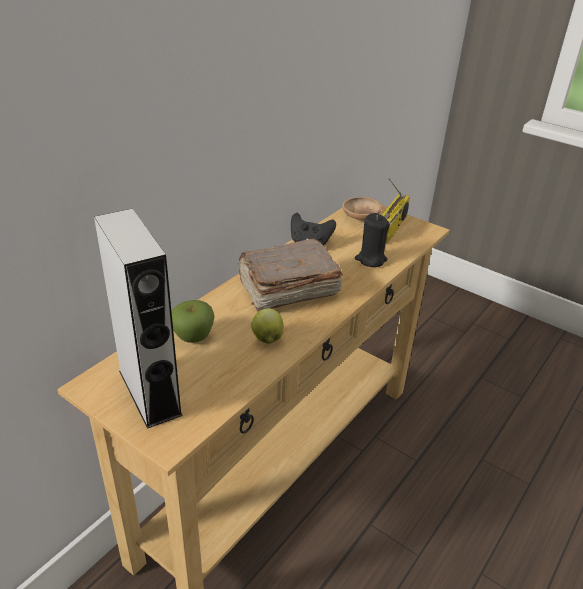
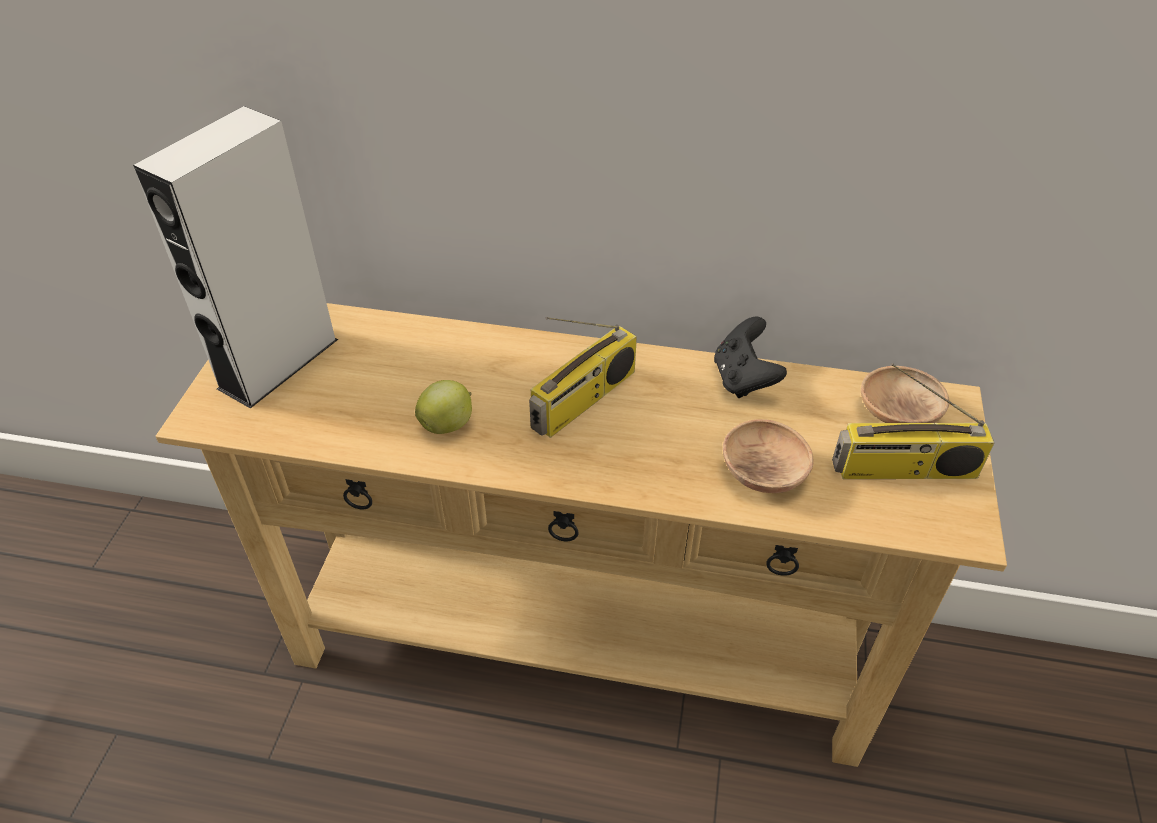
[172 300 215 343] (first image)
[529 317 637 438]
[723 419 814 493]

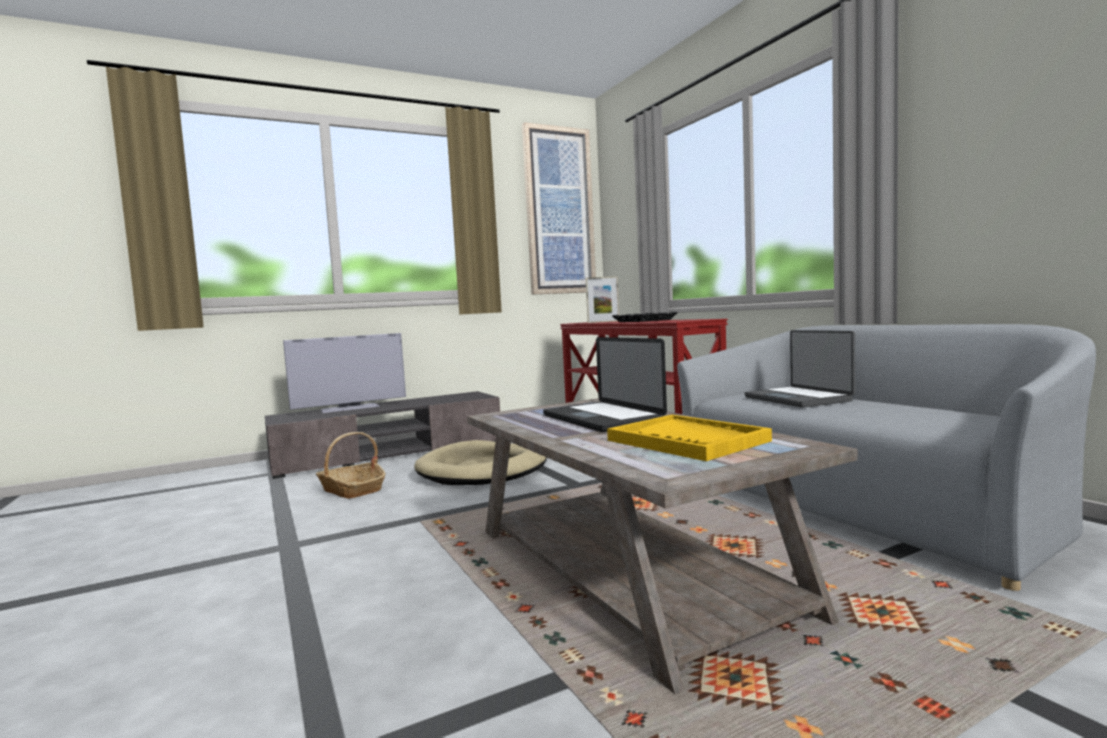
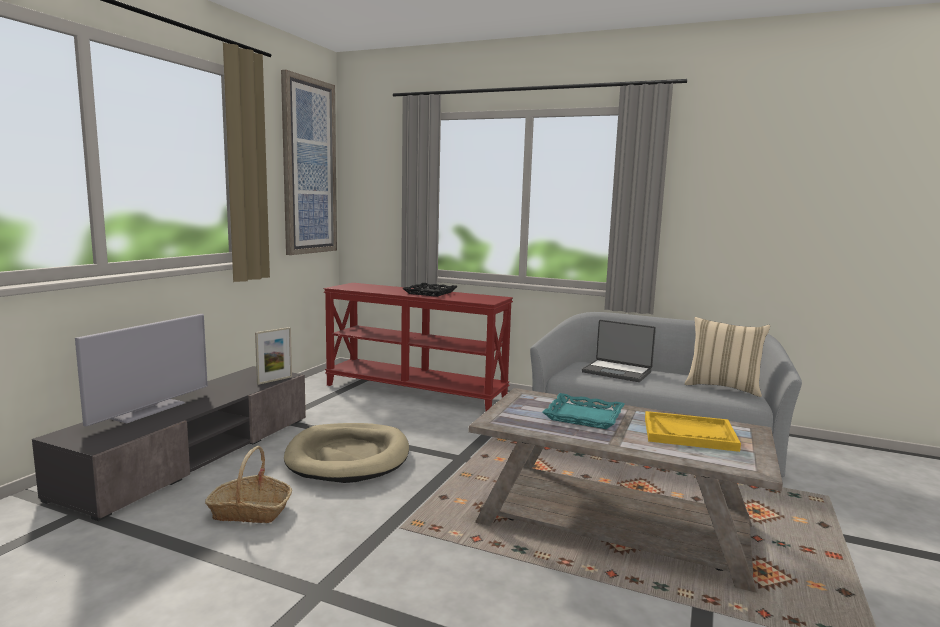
[684 317 770 397]
[255 327 292 385]
[542 393 625 429]

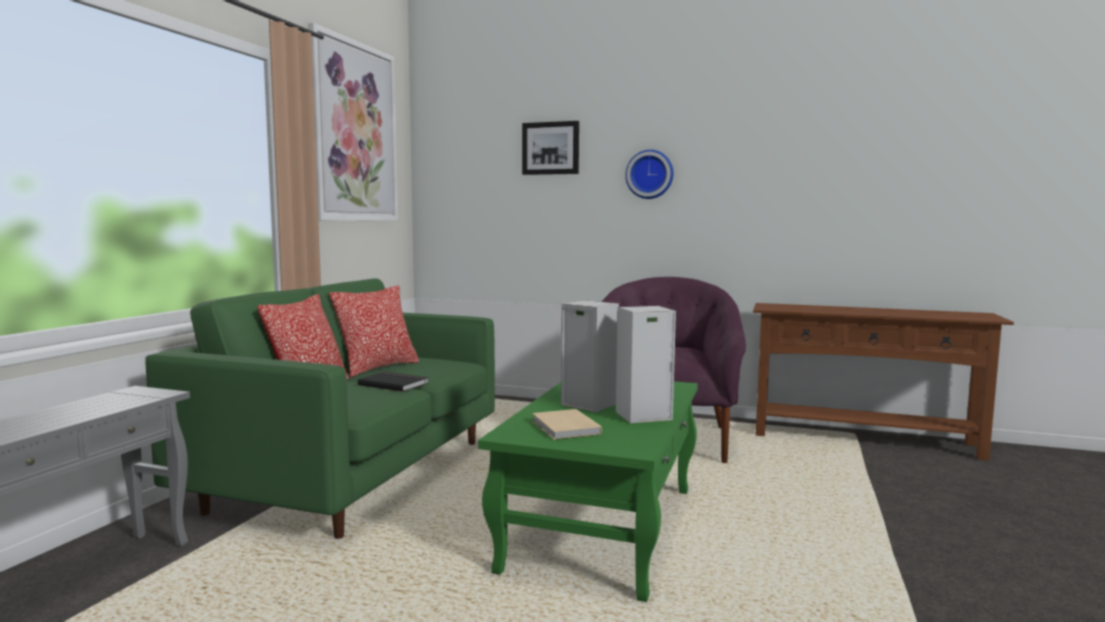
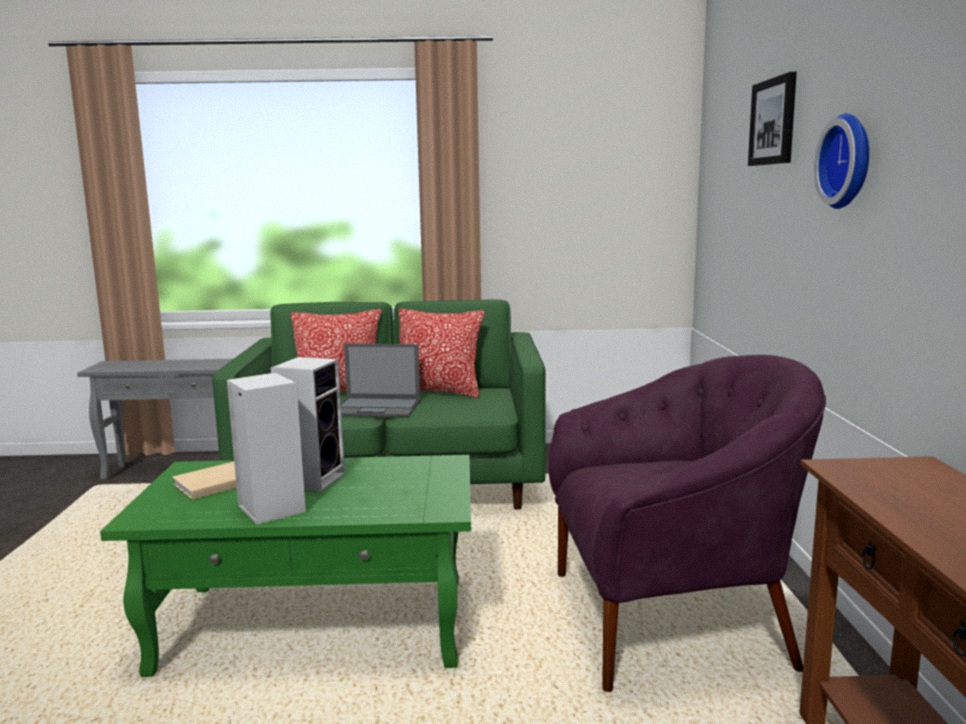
[308 23 398 221] (first image)
[341 344 420 417]

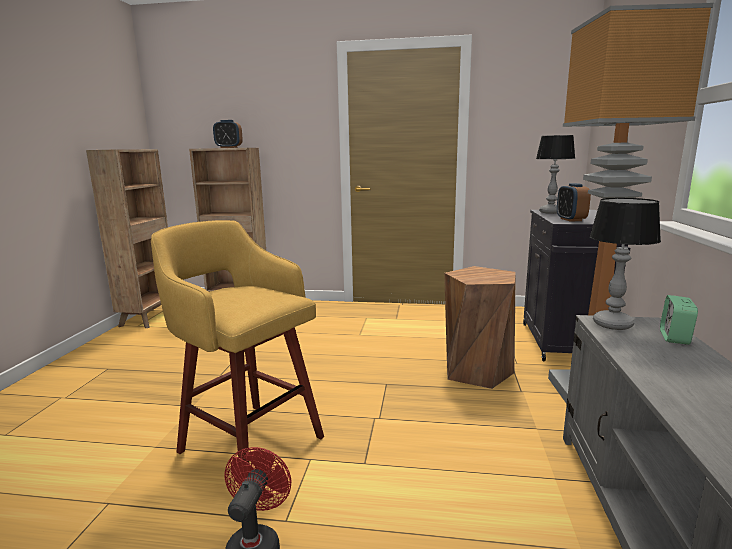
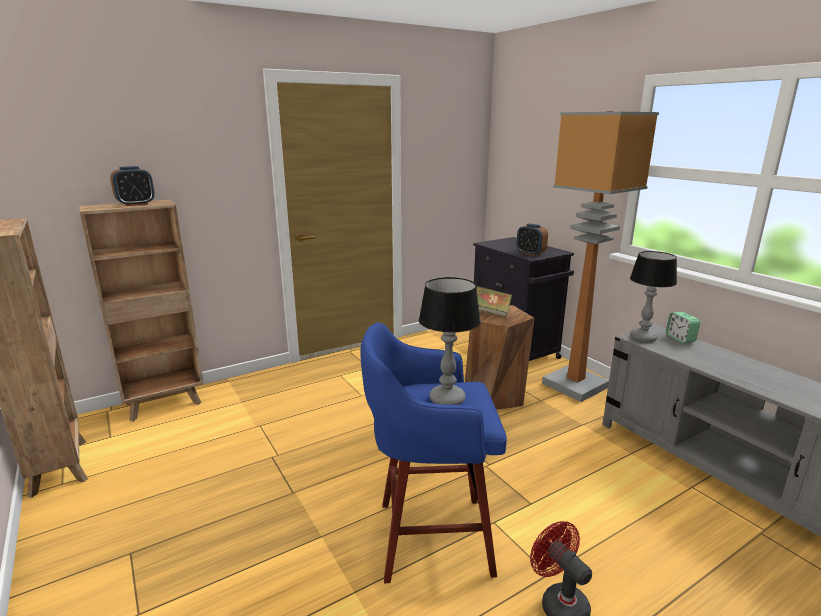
[476 286 512 318]
[419 277 481 405]
[360 322 507 583]

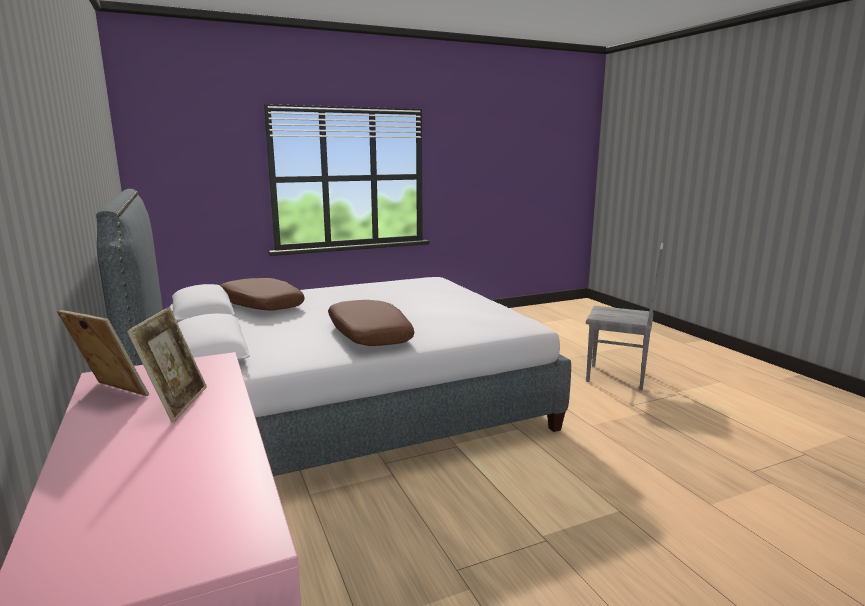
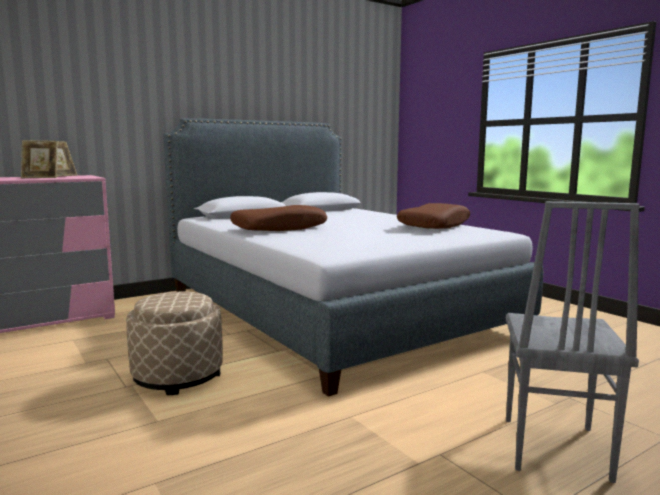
[126 292 223 395]
[397 203 470 229]

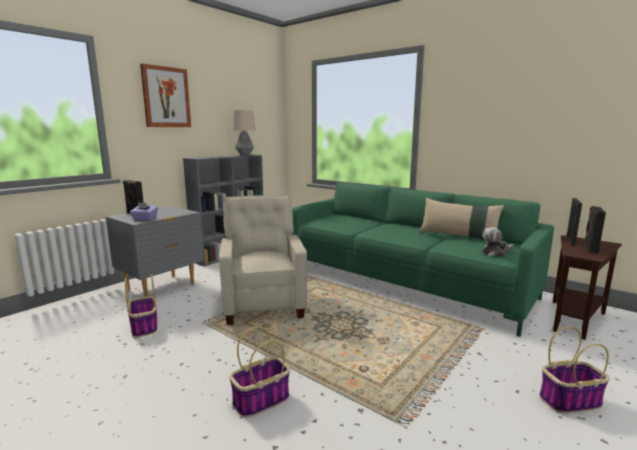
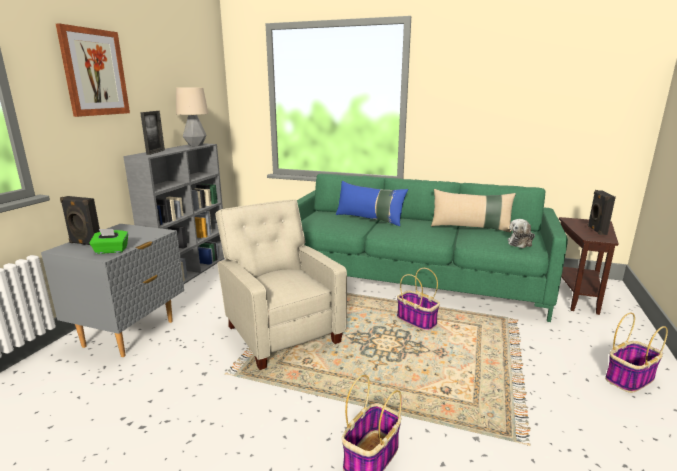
[336 181 408 226]
[397 268 440 331]
[140 111 165 155]
[89 229 128 254]

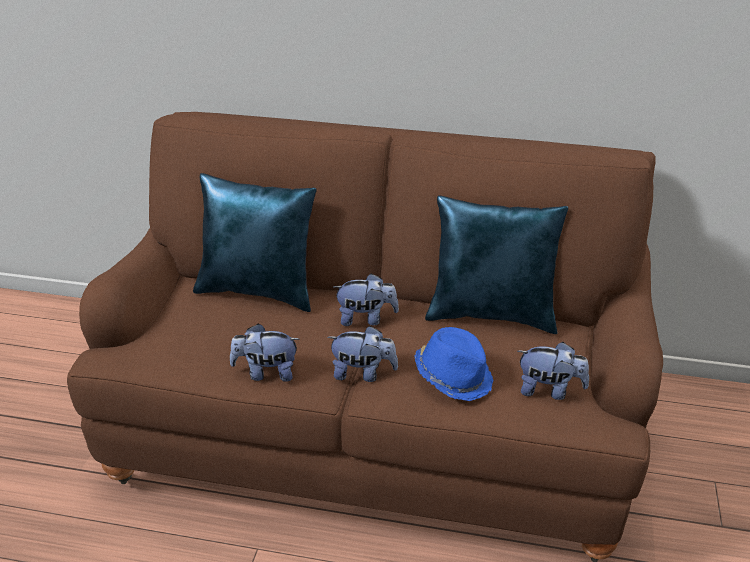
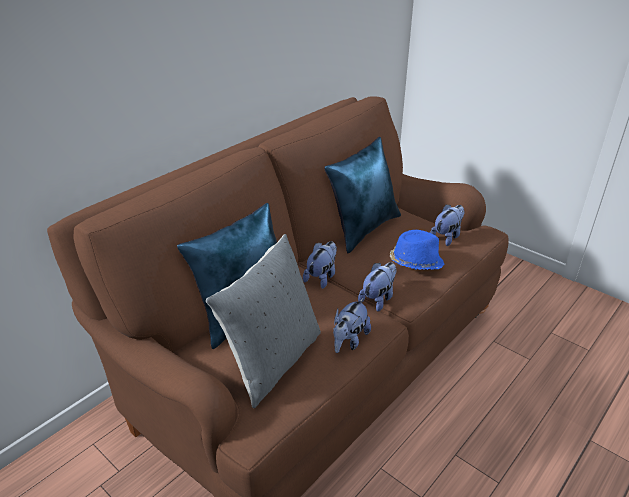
[206 234 321 408]

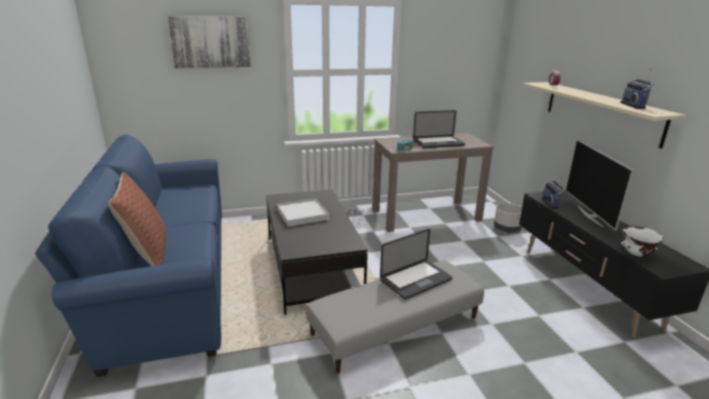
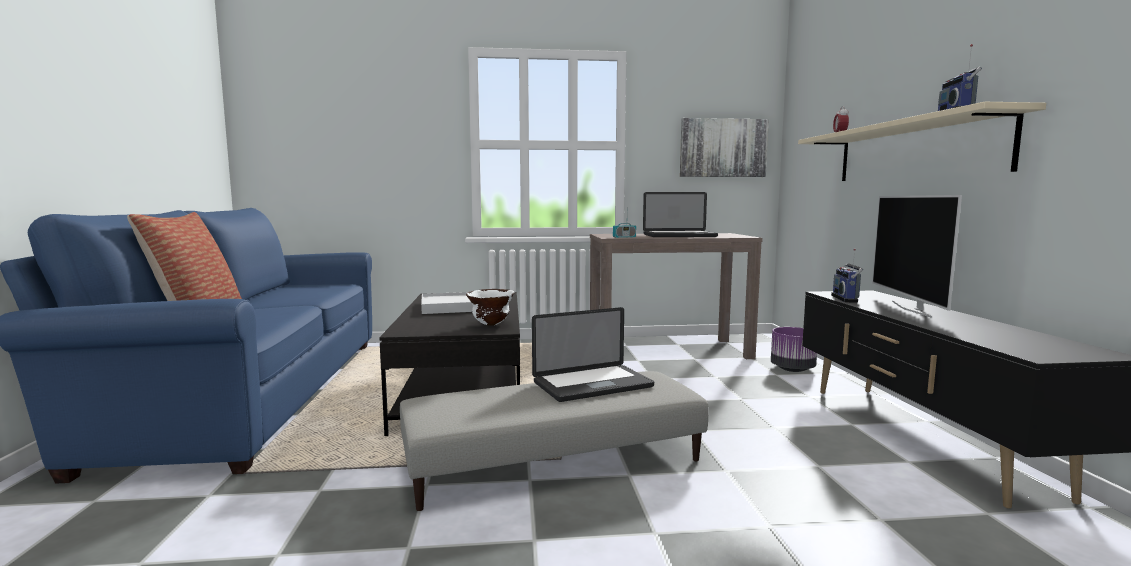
[680 118 769 177]
[466 289 515 326]
[771 327 817 372]

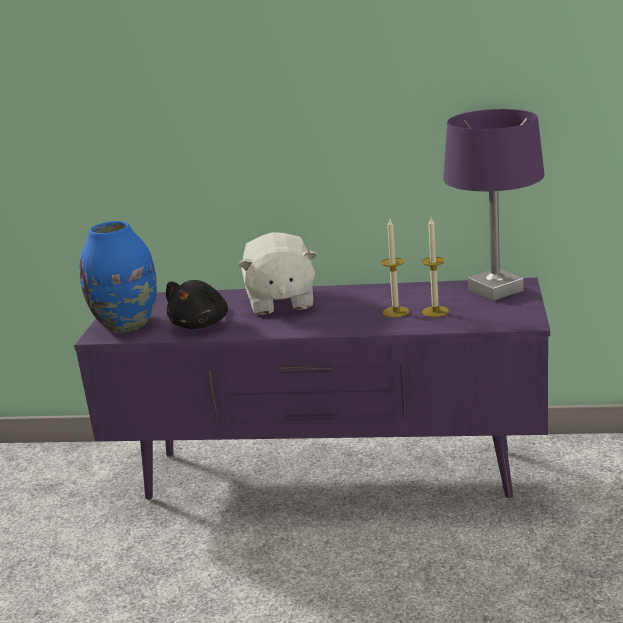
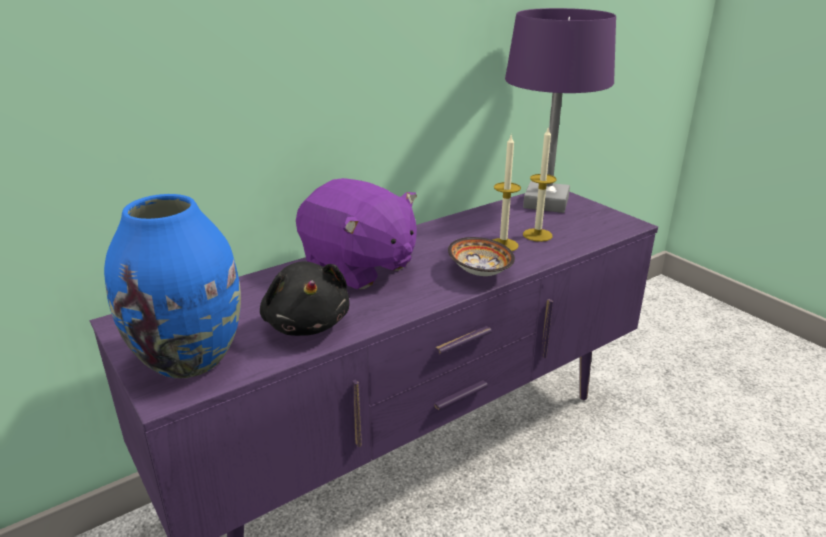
[448 237 515 276]
[296 178 417 289]

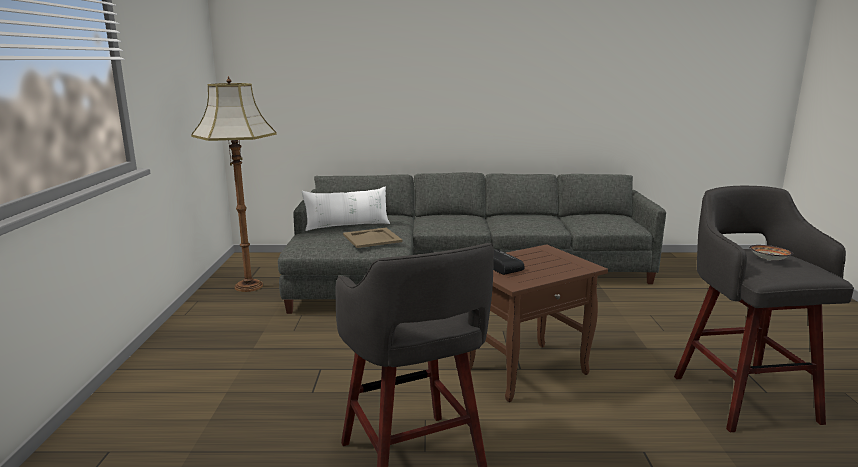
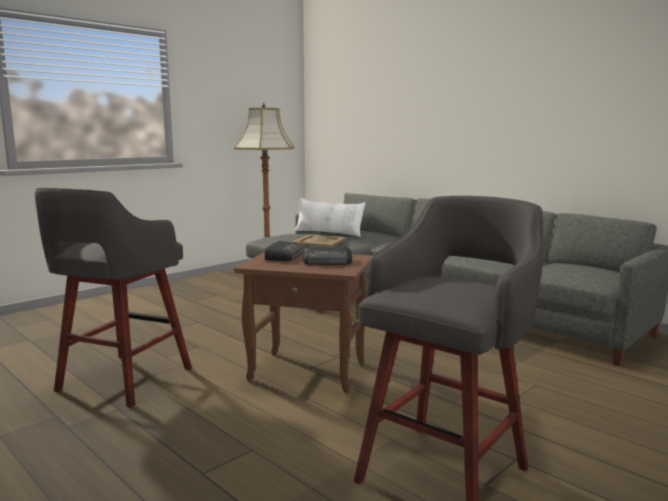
[749 245 793 261] (first image)
[303 247 353 265]

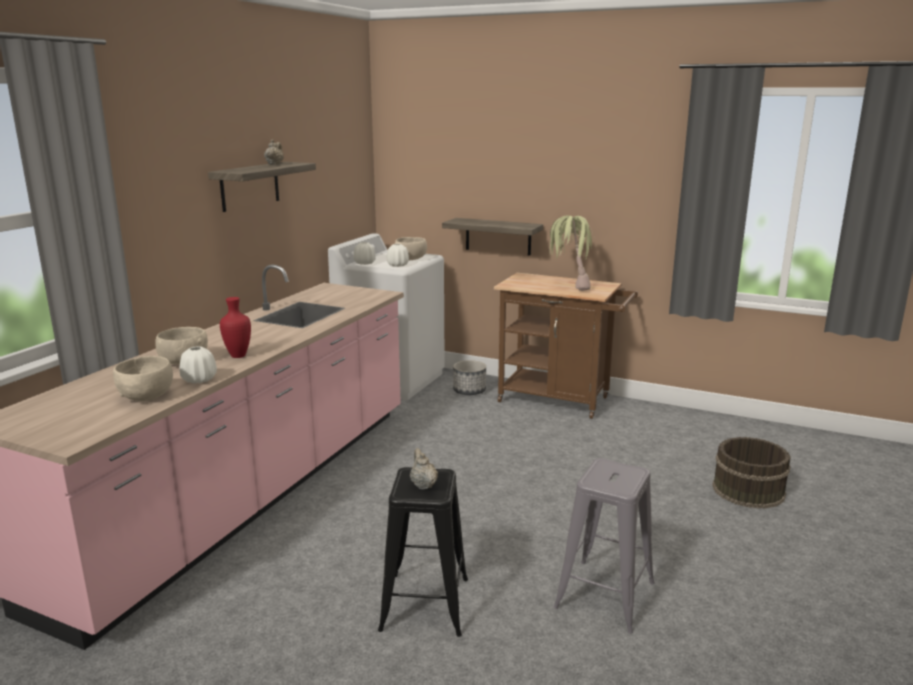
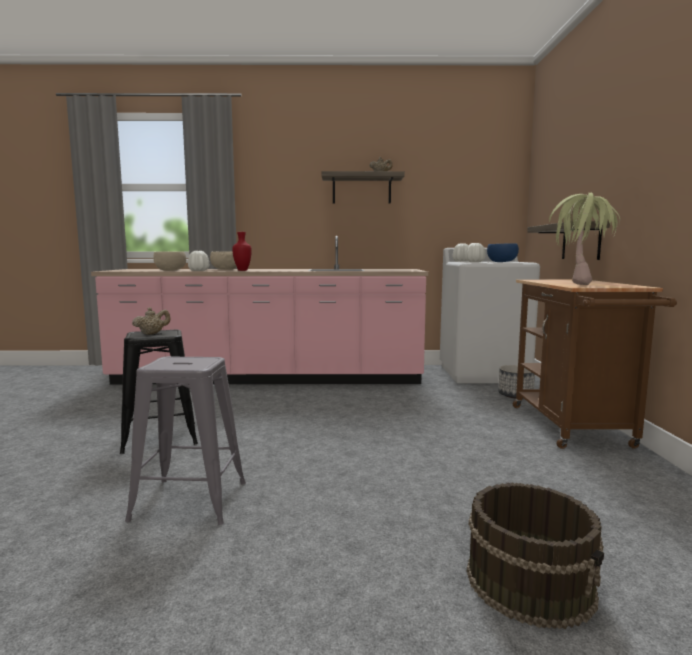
[487 243 519 262]

